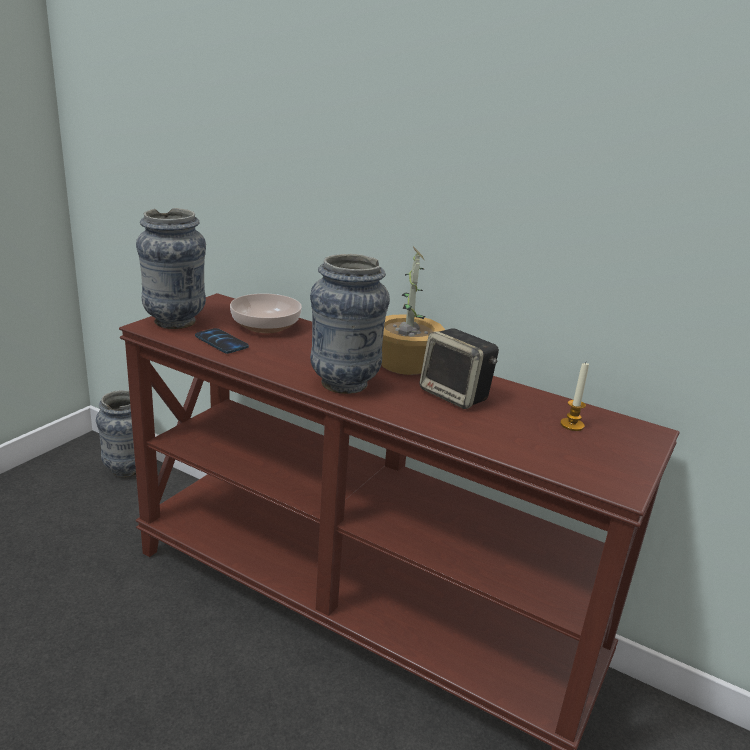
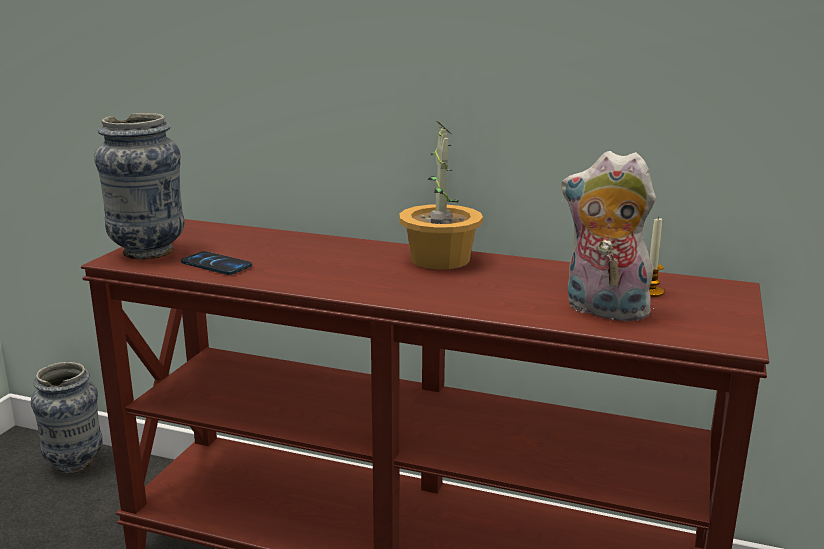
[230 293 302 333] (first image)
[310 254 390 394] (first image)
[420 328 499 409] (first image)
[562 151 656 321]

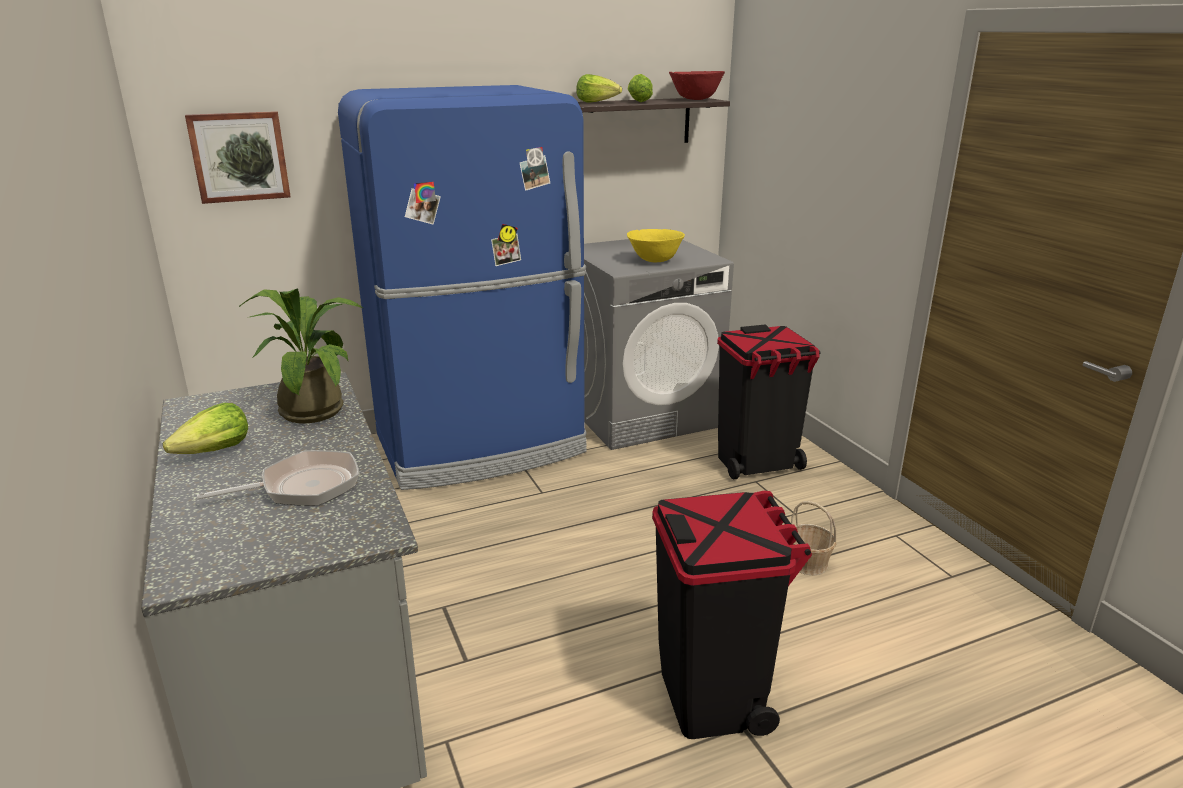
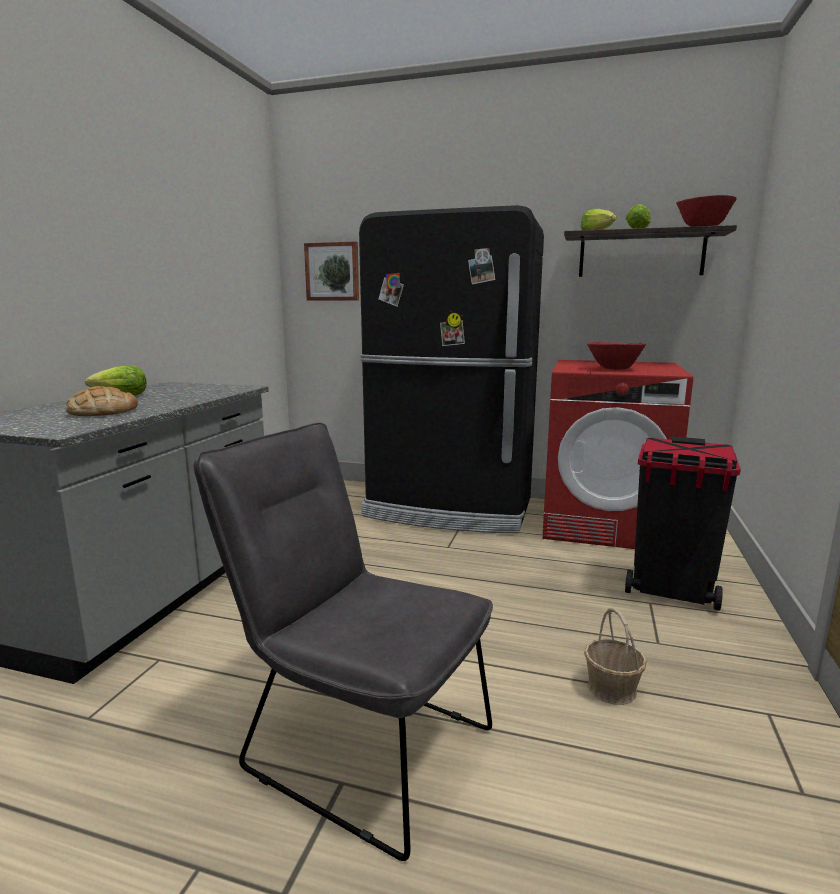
[239 288 363 423] (first image)
[65 386 138 416]
[194 423 493 861]
[359 205 544 533]
[542 360 694 549]
[587 341 646 370]

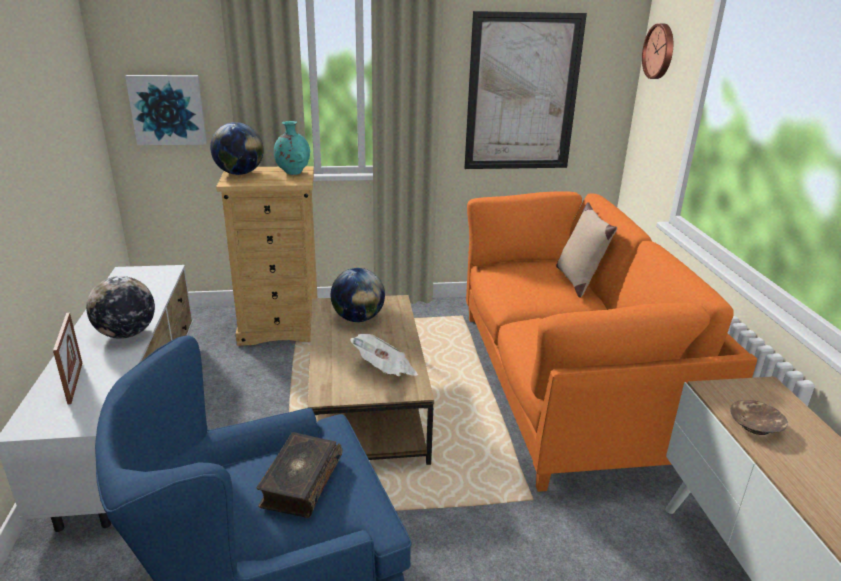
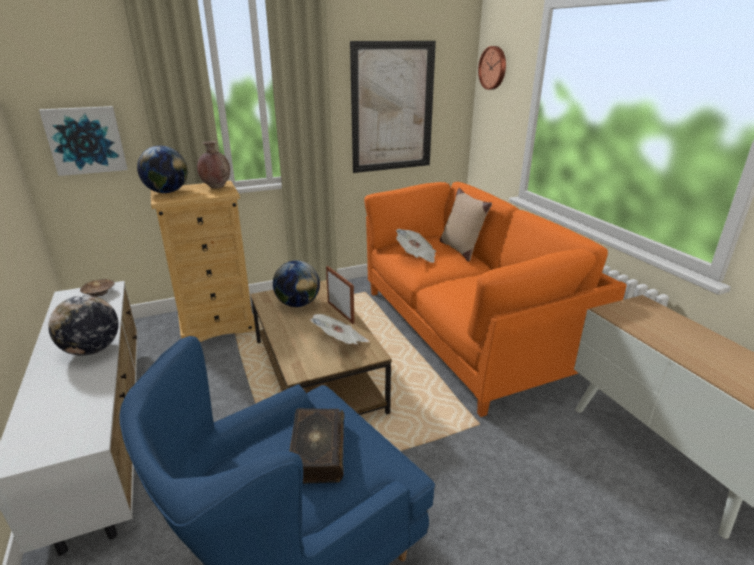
[396 229 436 263]
[326 266 355 324]
[80 279 115 297]
[197 141 230 189]

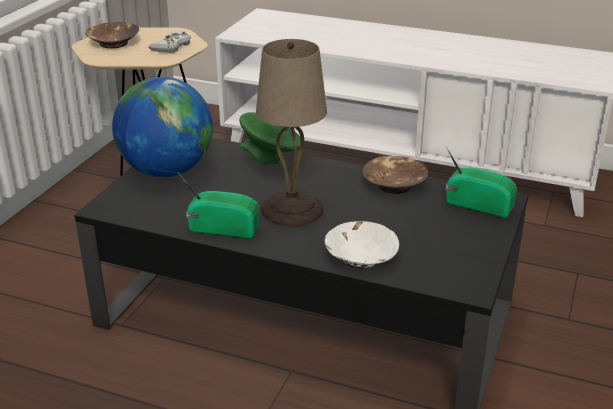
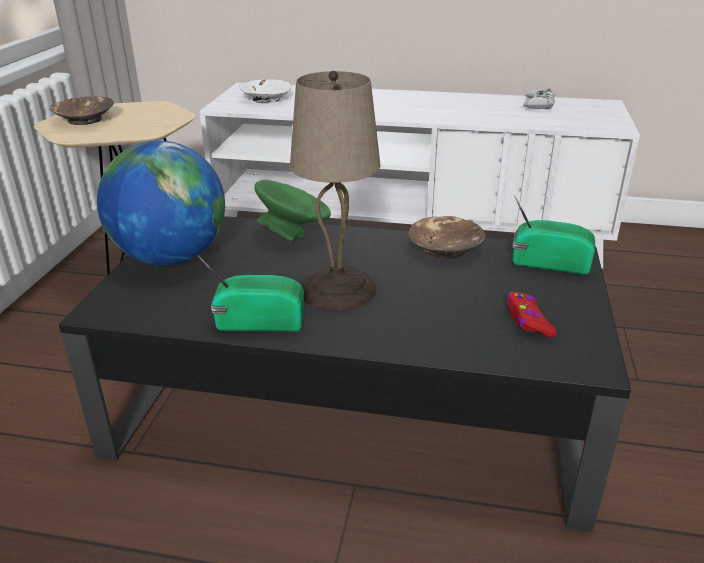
[507 292 557 337]
[523 89 556 109]
[239 79 292 103]

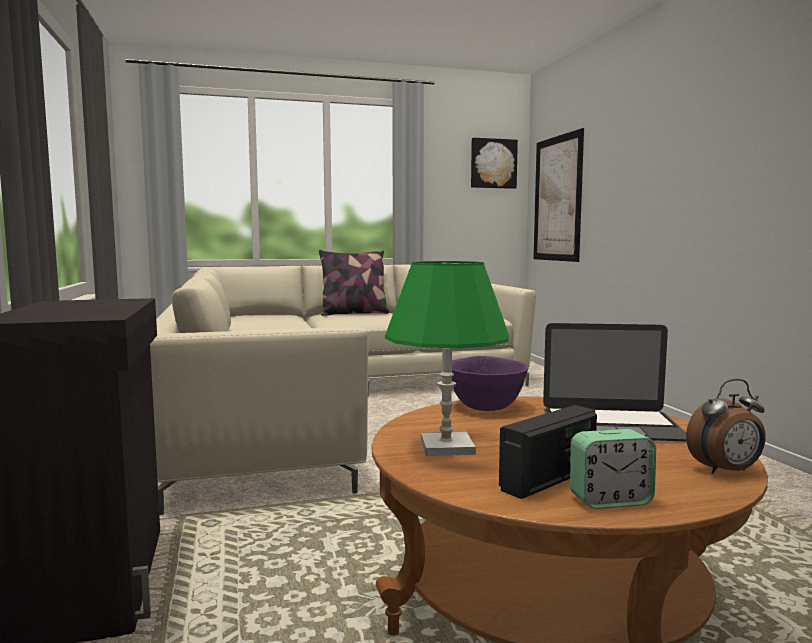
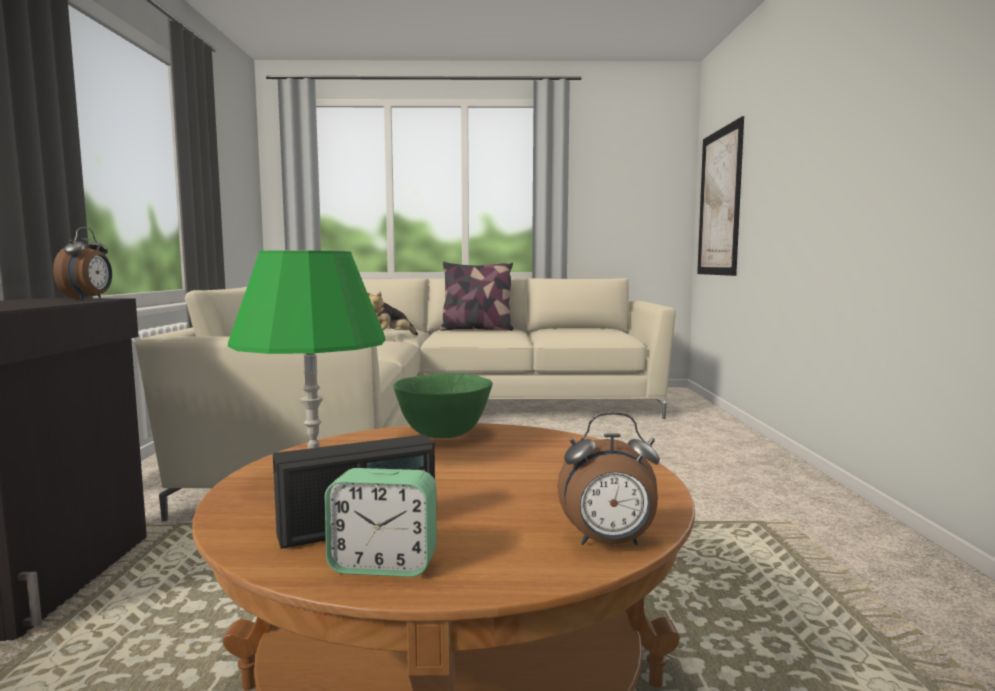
[471 138 518 189] (first image)
[543 323 686 442] (first image)
[53 227 112 300]
[367 291 418 335]
[393 373 493 438]

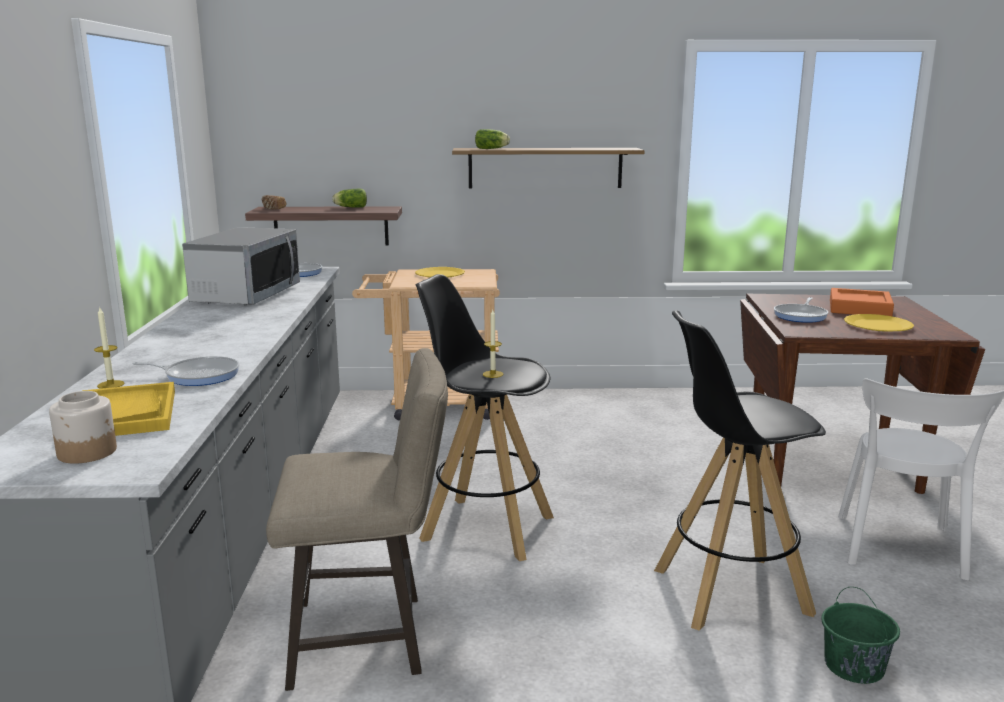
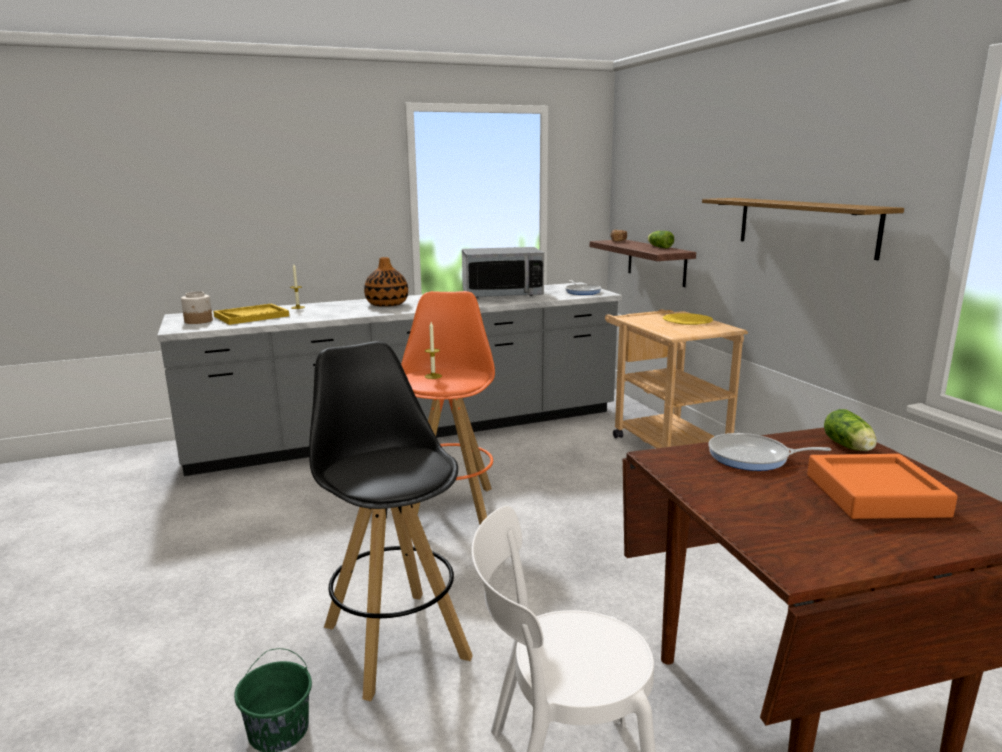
[133 356 239 386] (first image)
[266 348 448 691] (first image)
[844 314 914 332] (first image)
[364 257 408 307]
[824 409 877 451]
[401 291 495 525]

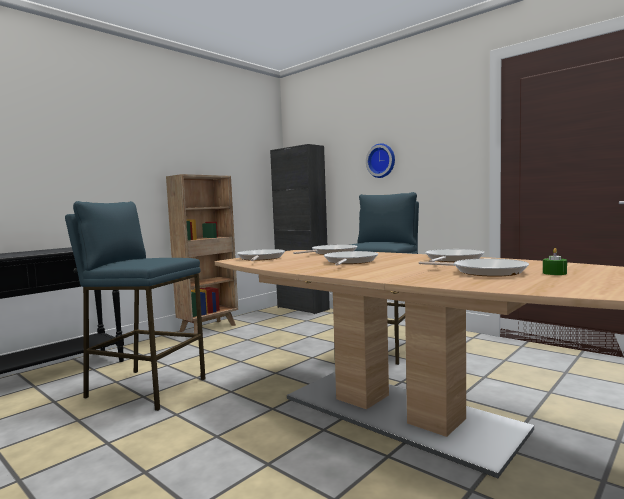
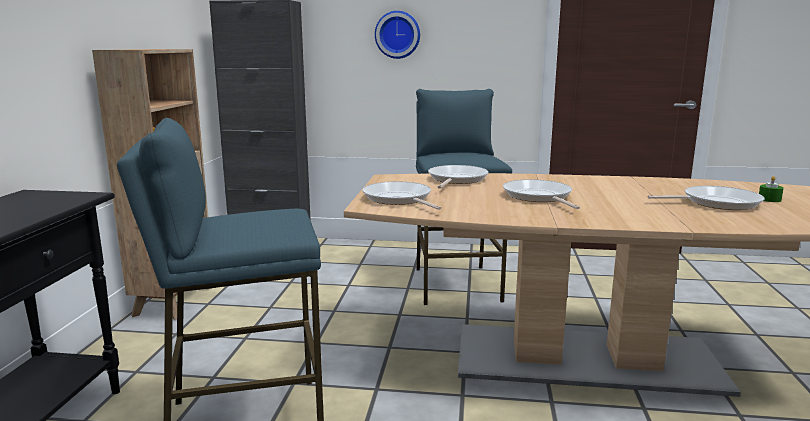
[425 249 484 262] (first image)

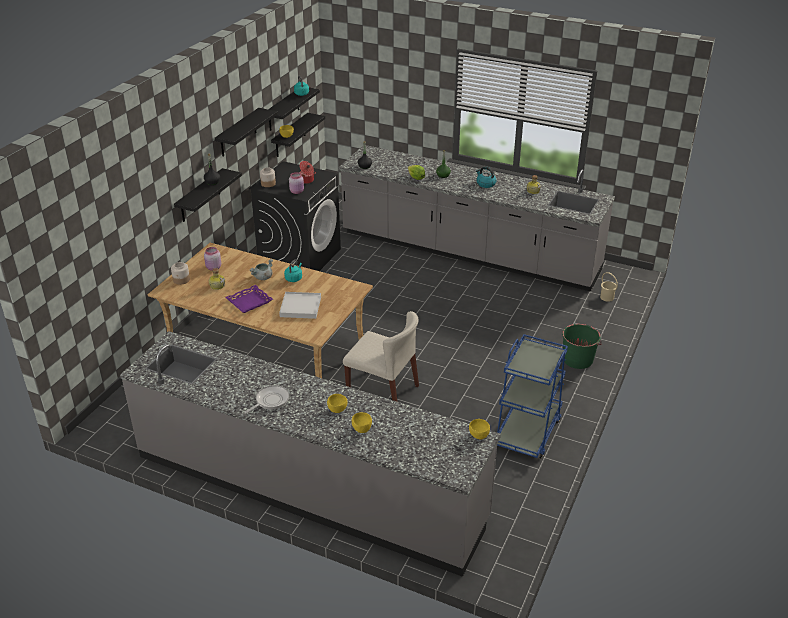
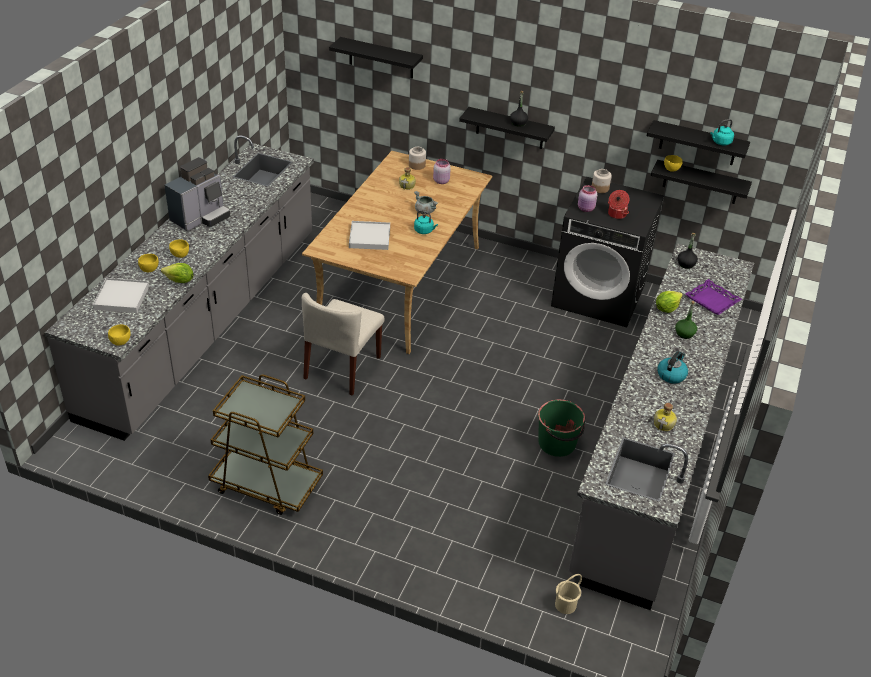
[92 278 149 313]
[161 263 194 283]
[329 37 423 79]
[685 279 742 315]
[538 399 585 457]
[165 157 230 231]
[208 374 323 515]

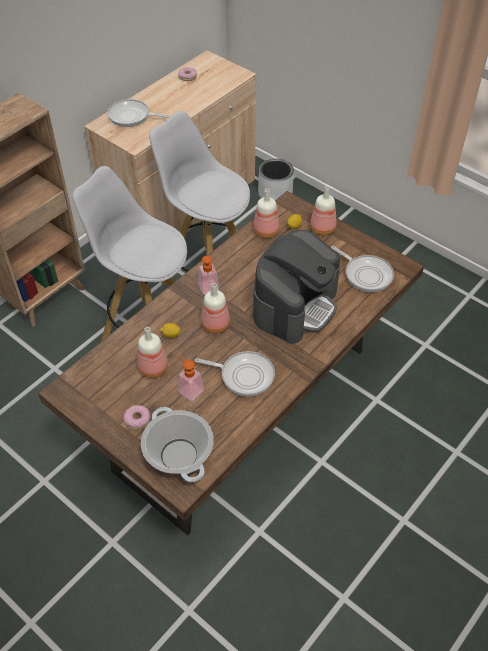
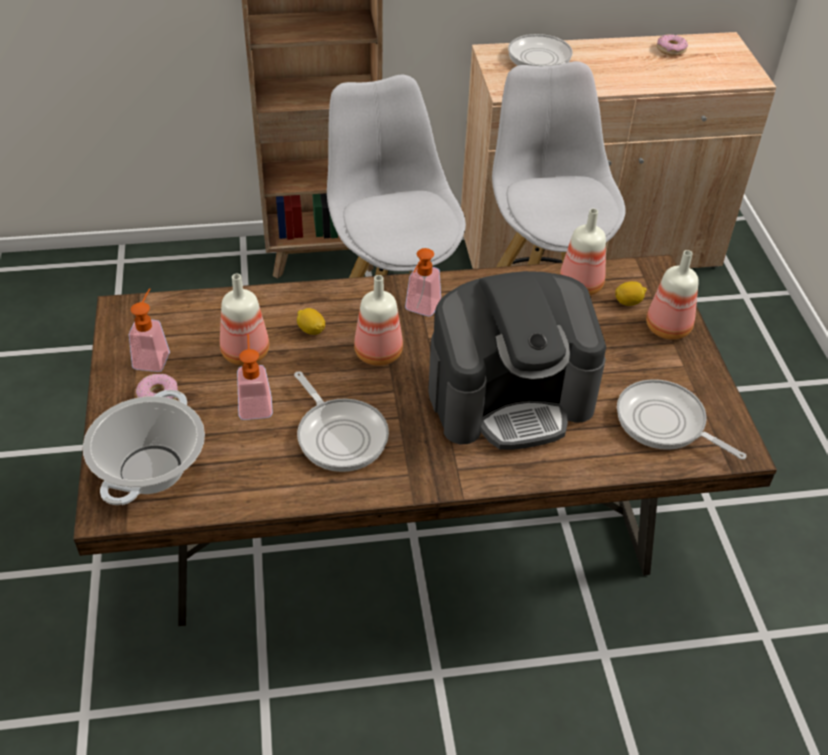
[258 159 294 200] (first image)
[129 288 170 372]
[617 379 746 460]

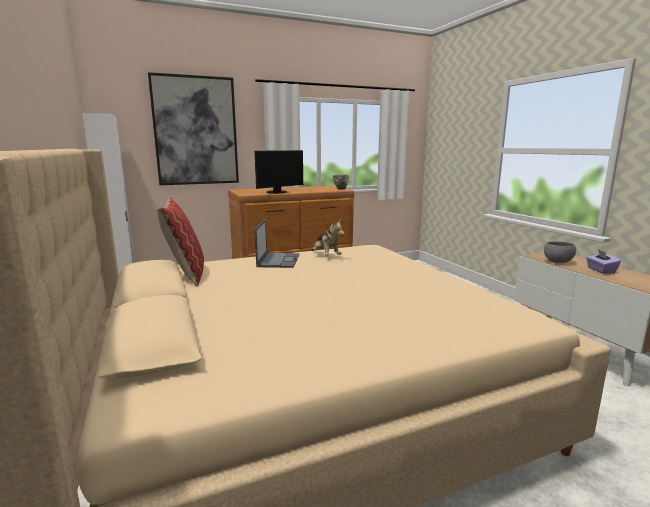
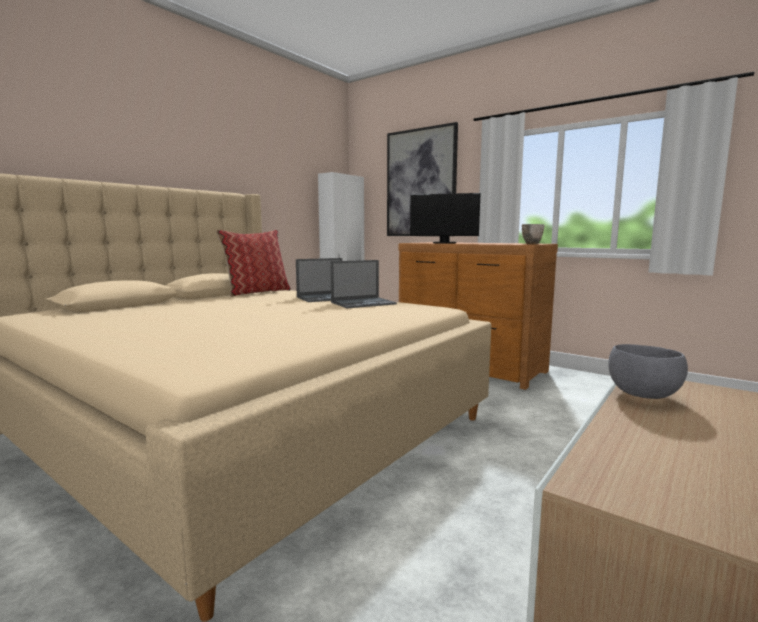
[586 249 621 274] (first image)
[330 260 397 308]

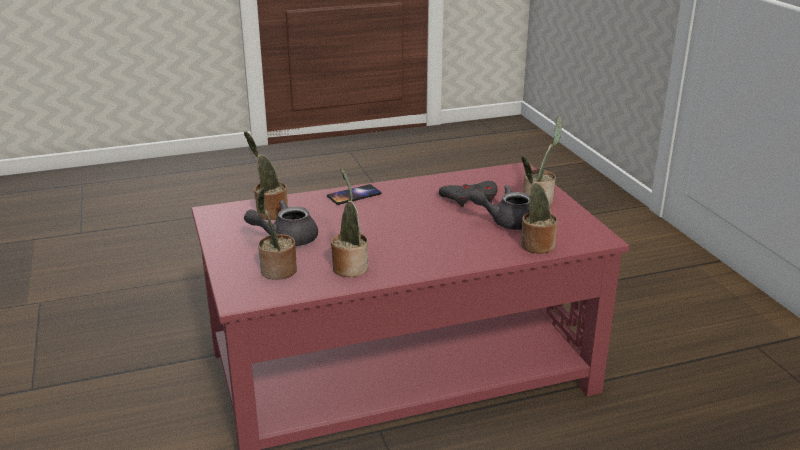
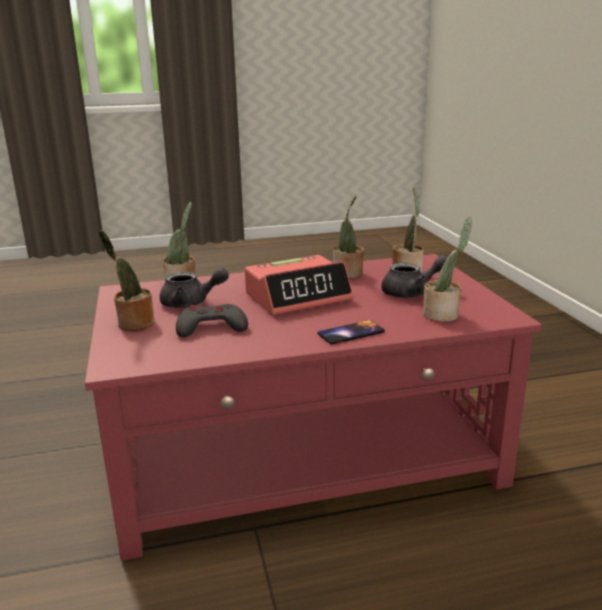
[245 255 353 315]

